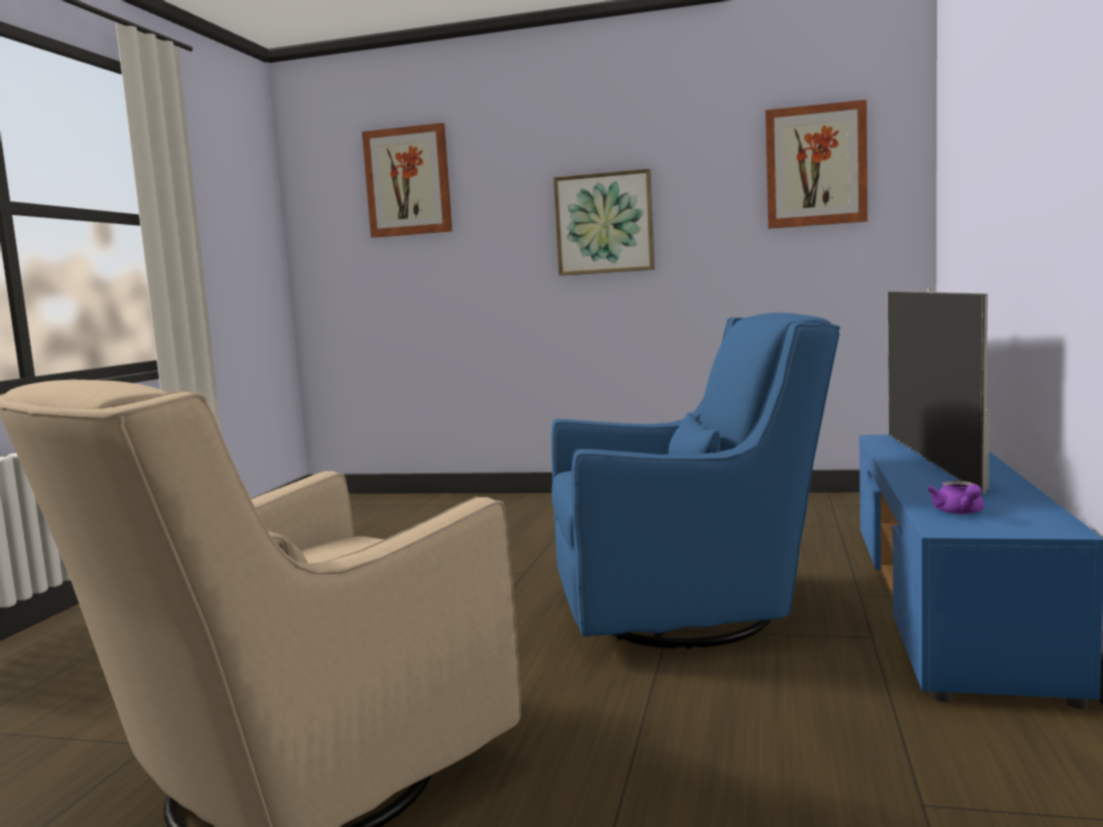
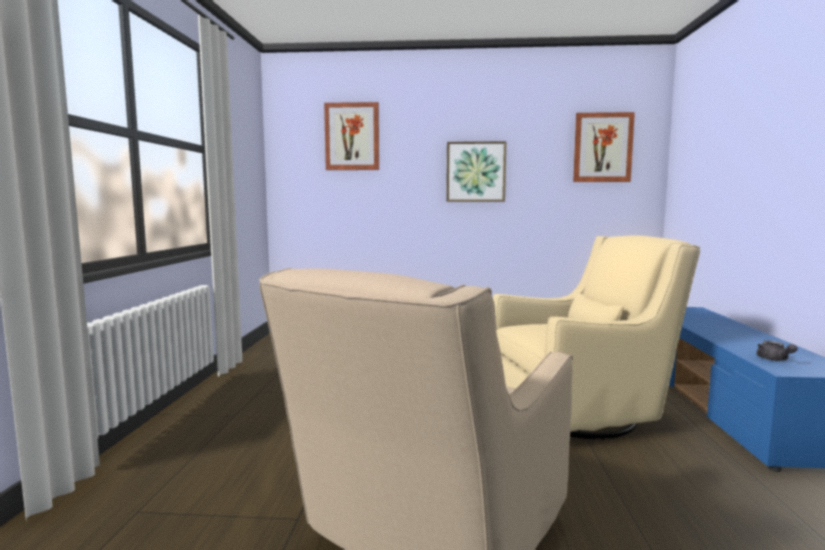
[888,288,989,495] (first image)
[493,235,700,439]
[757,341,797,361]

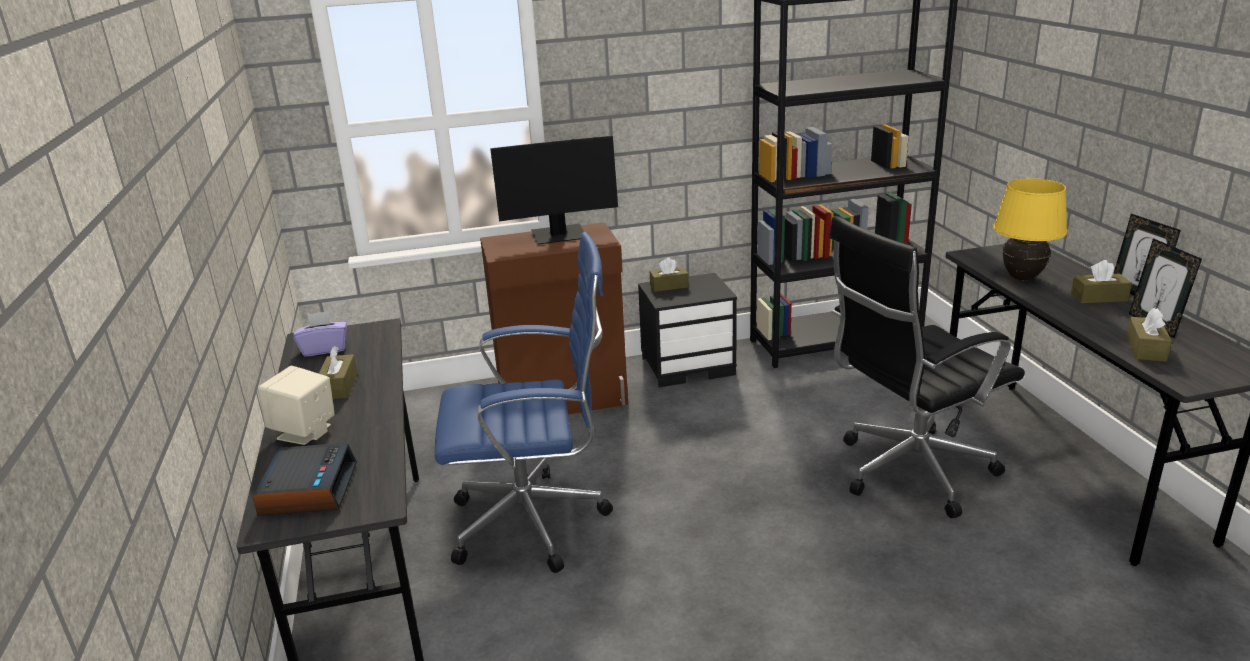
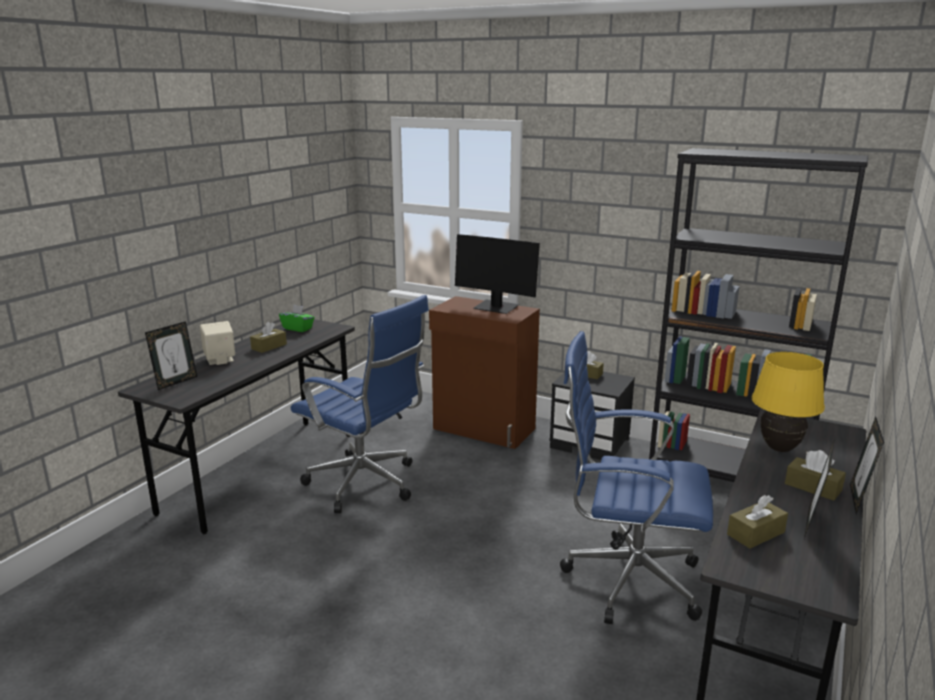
[560,331,713,624]
[279,304,315,332]
[145,321,197,390]

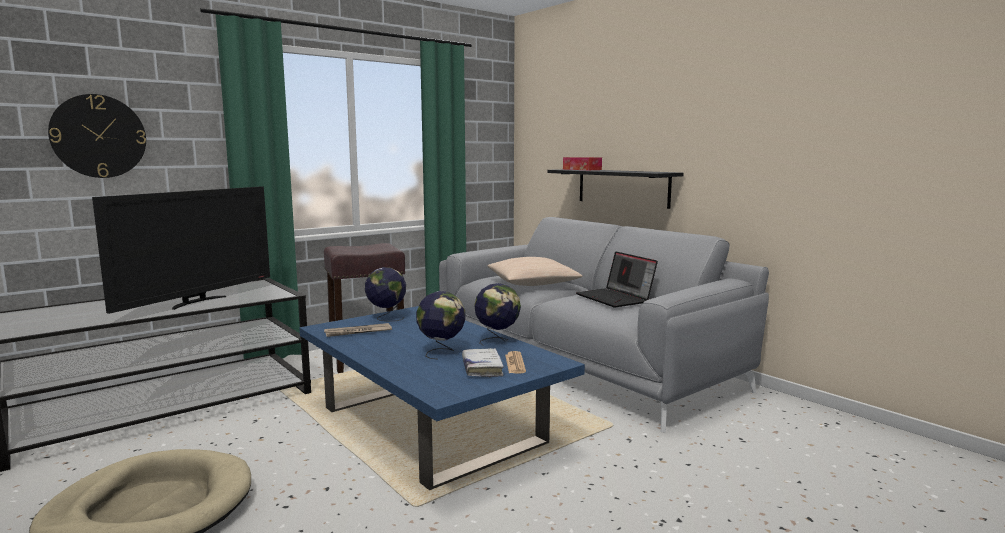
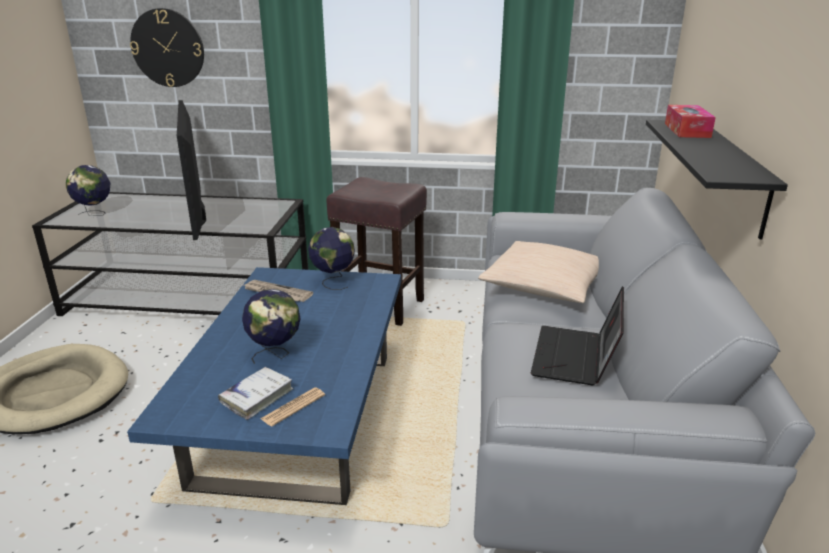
[177,100,206,240]
[66,165,110,216]

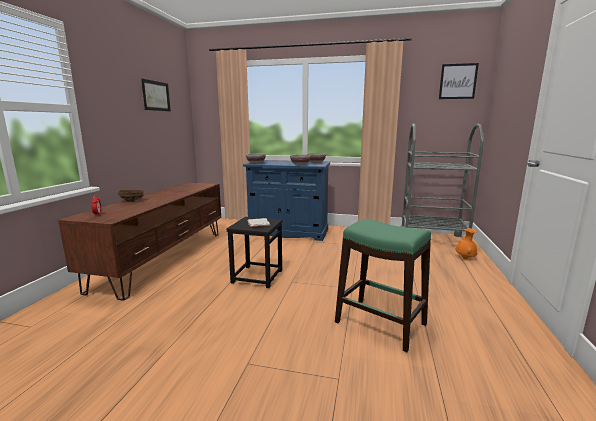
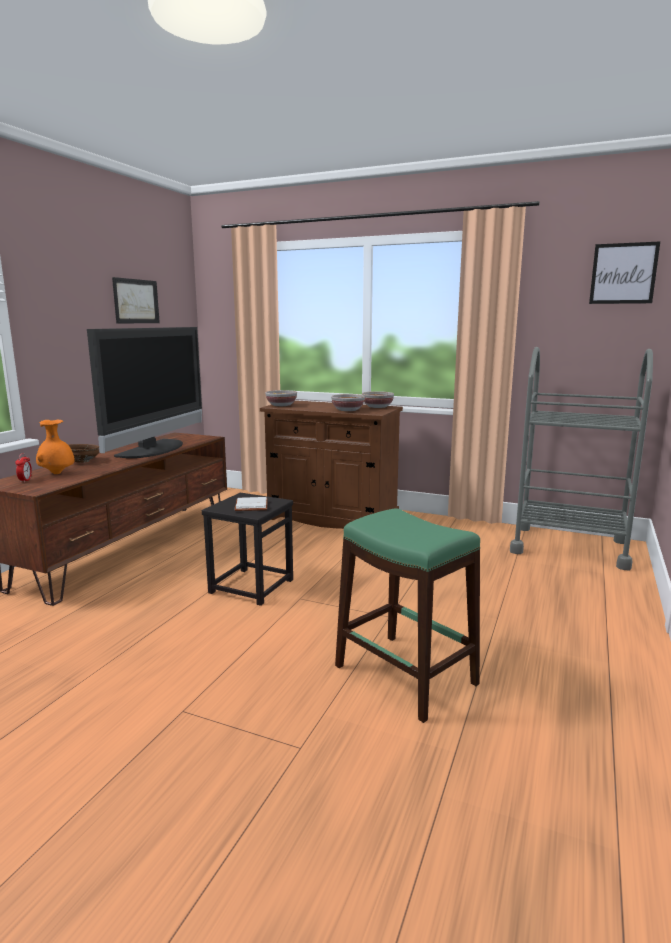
[260,400,403,529]
[36,420,75,474]
[87,327,202,458]

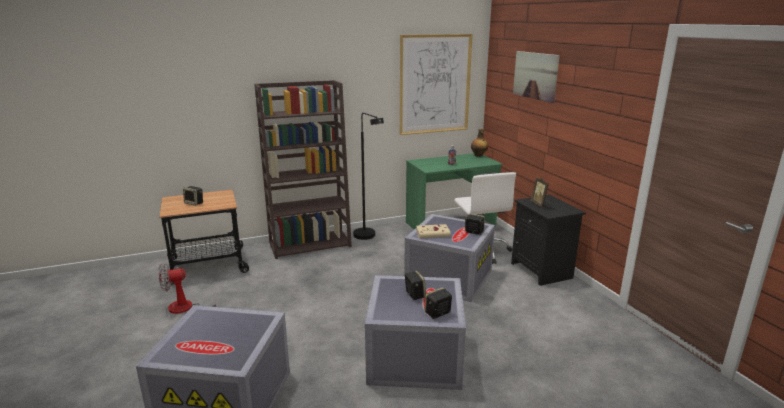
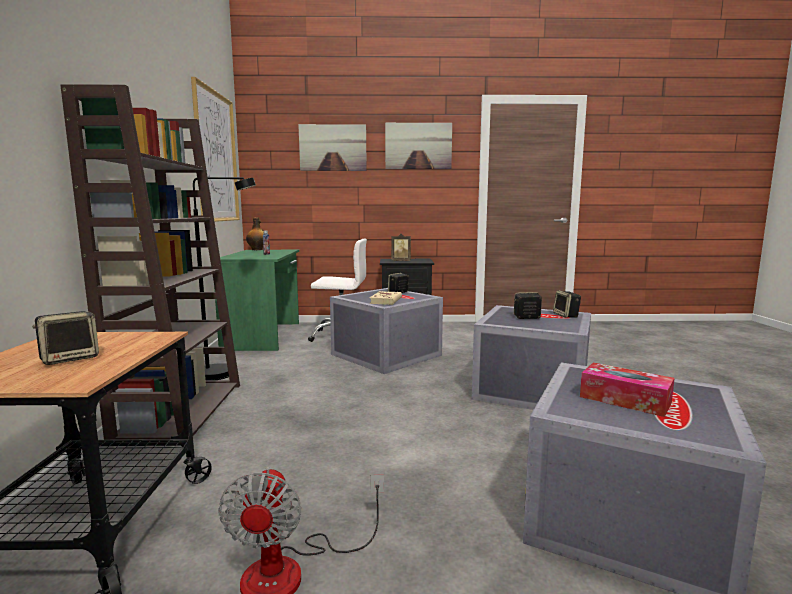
[385,123,452,169]
[580,363,675,417]

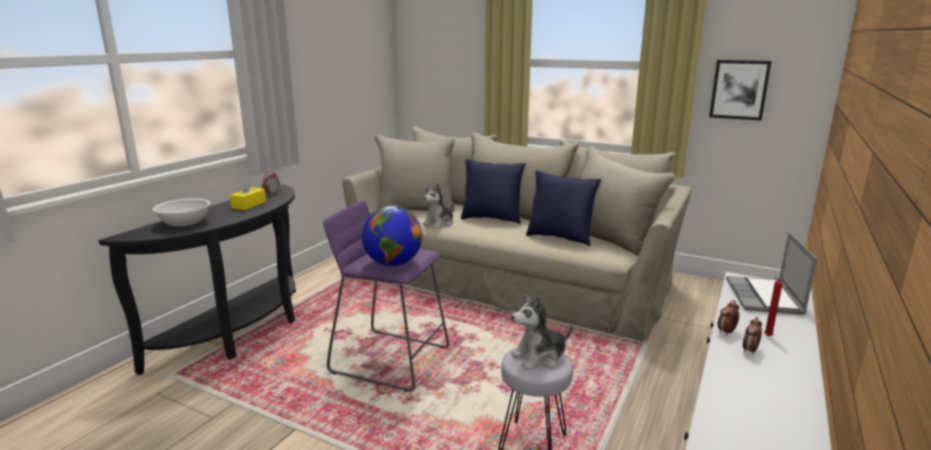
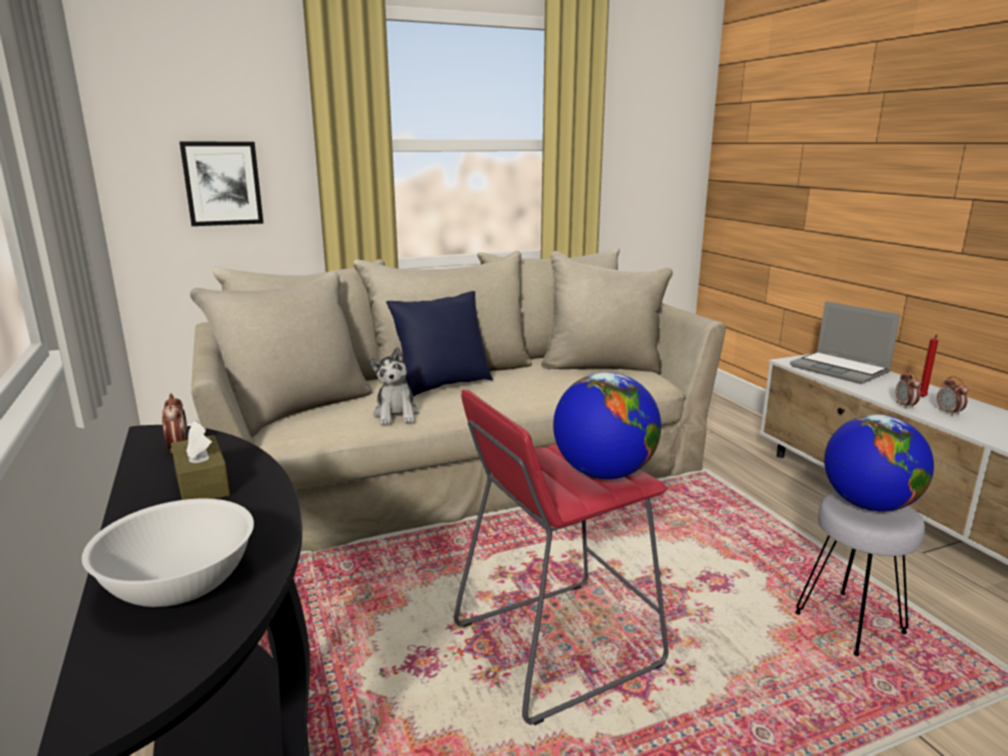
[180,142,264,226]
[526,170,602,246] (first image)
[171,421,230,500]
[454,390,669,725]
[824,414,934,511]

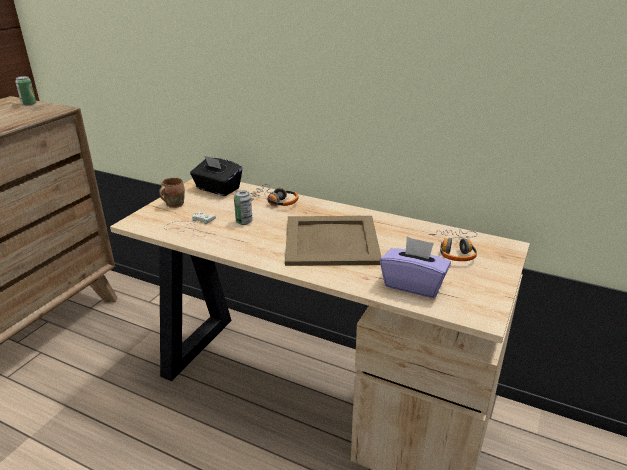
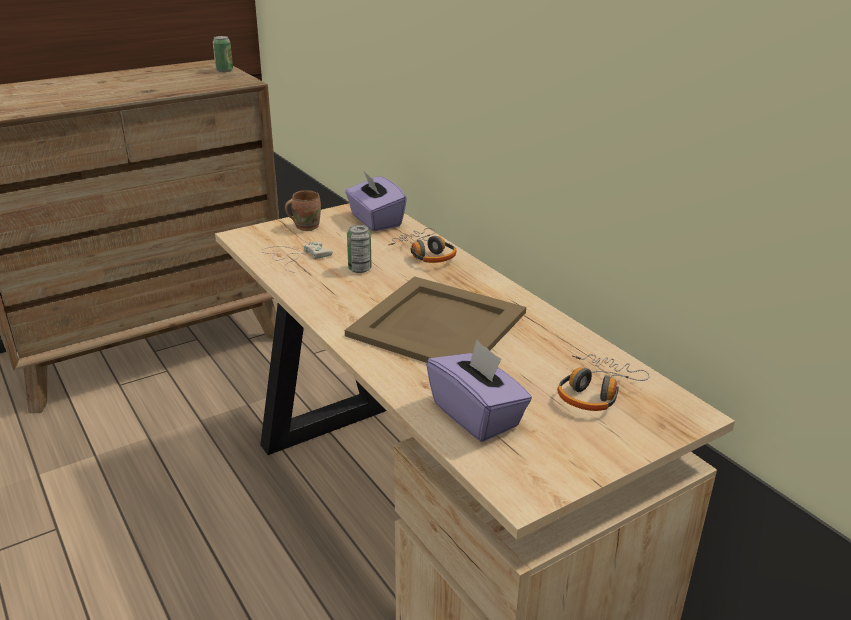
[345,170,407,231]

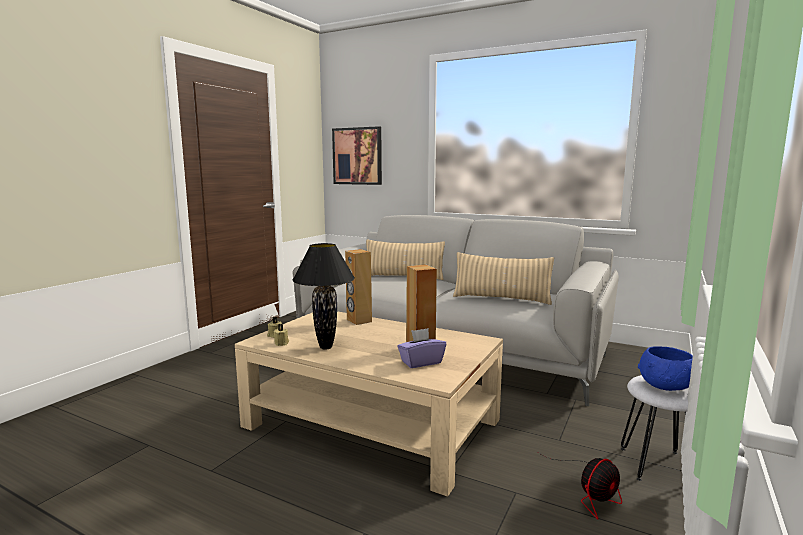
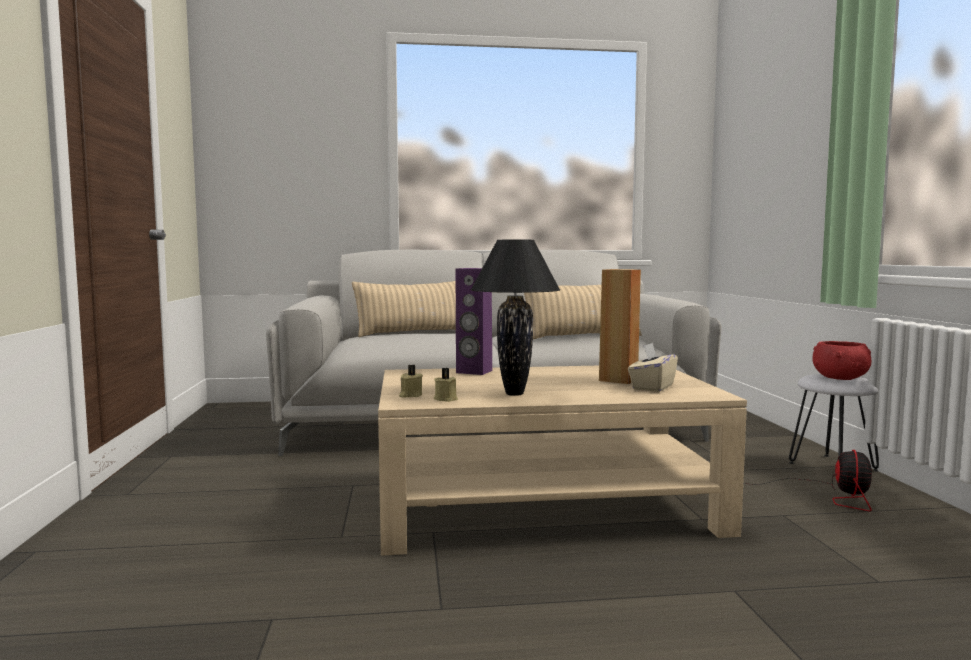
[332,126,382,185] (first image)
[456,268,492,375]
[628,343,678,392]
[812,341,871,380]

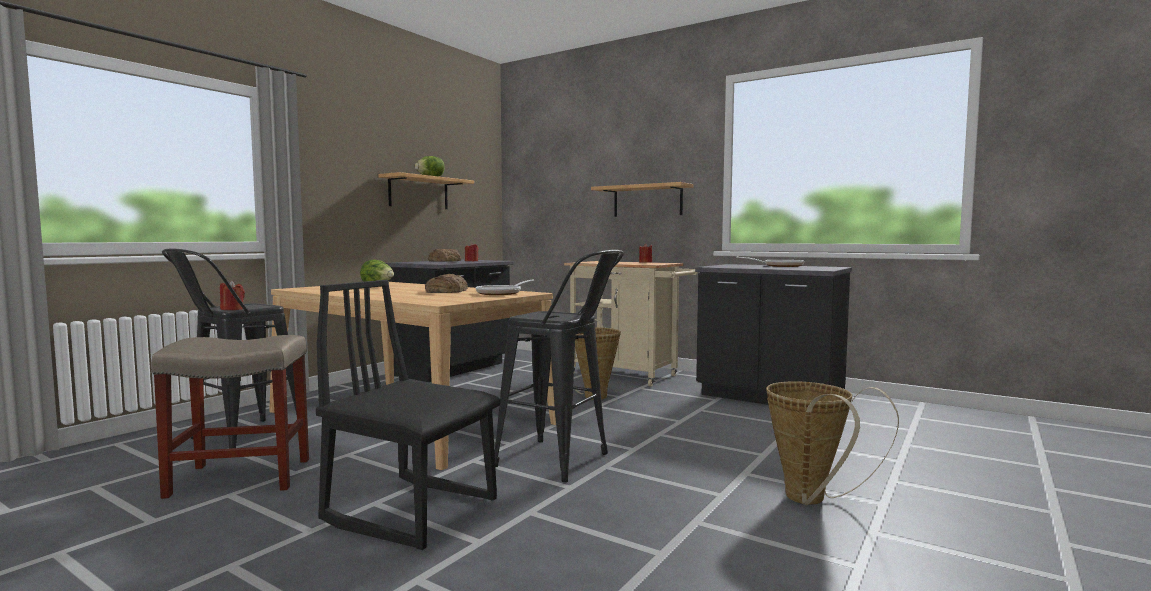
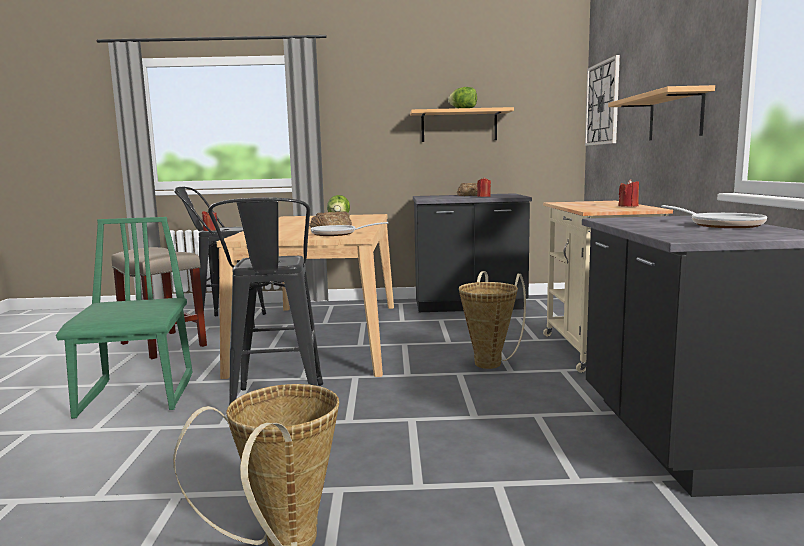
[56,217,193,419]
[585,55,620,146]

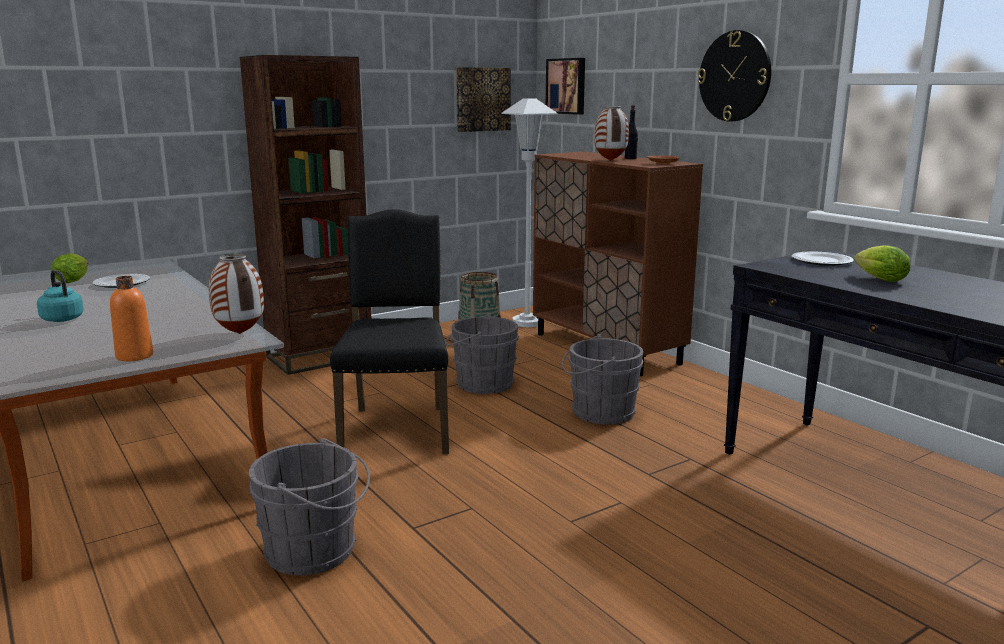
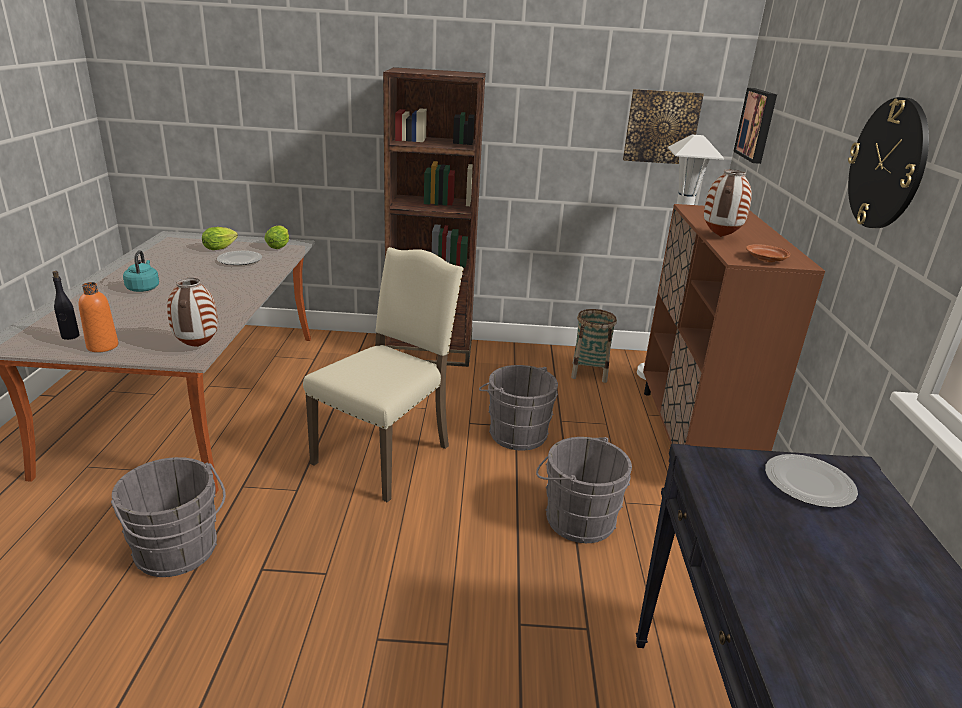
[52,271,80,340]
[303,247,464,502]
[264,225,289,249]

